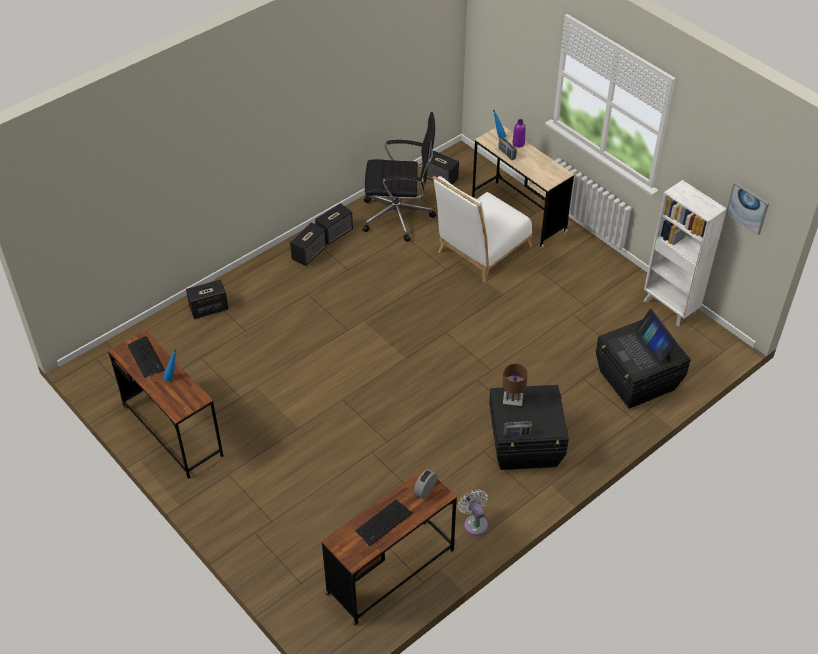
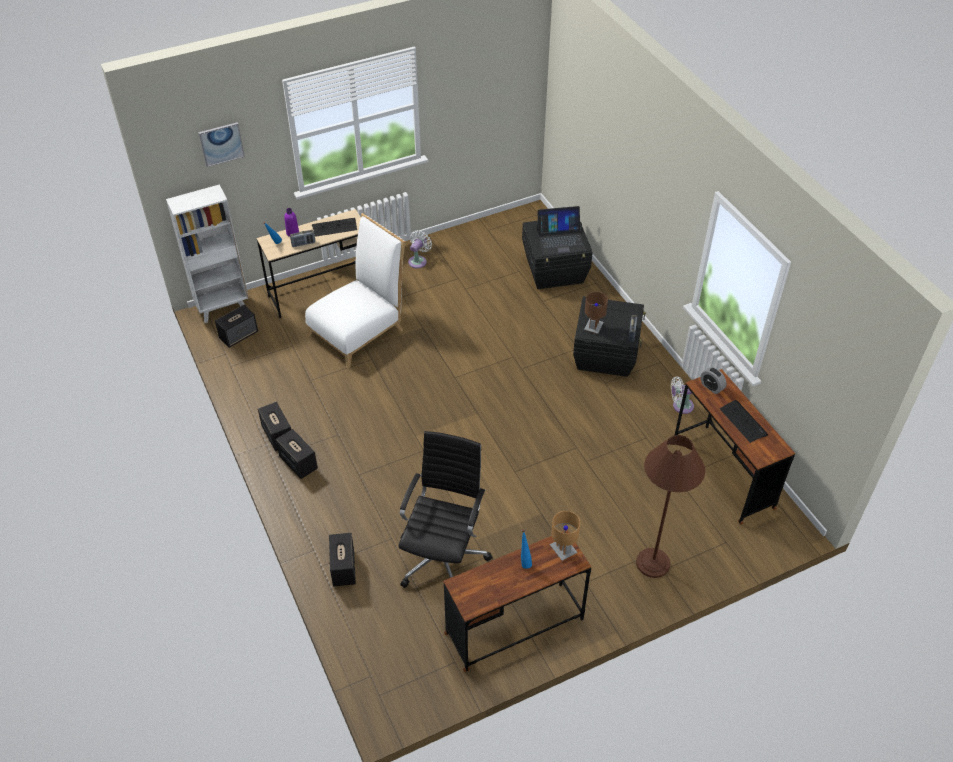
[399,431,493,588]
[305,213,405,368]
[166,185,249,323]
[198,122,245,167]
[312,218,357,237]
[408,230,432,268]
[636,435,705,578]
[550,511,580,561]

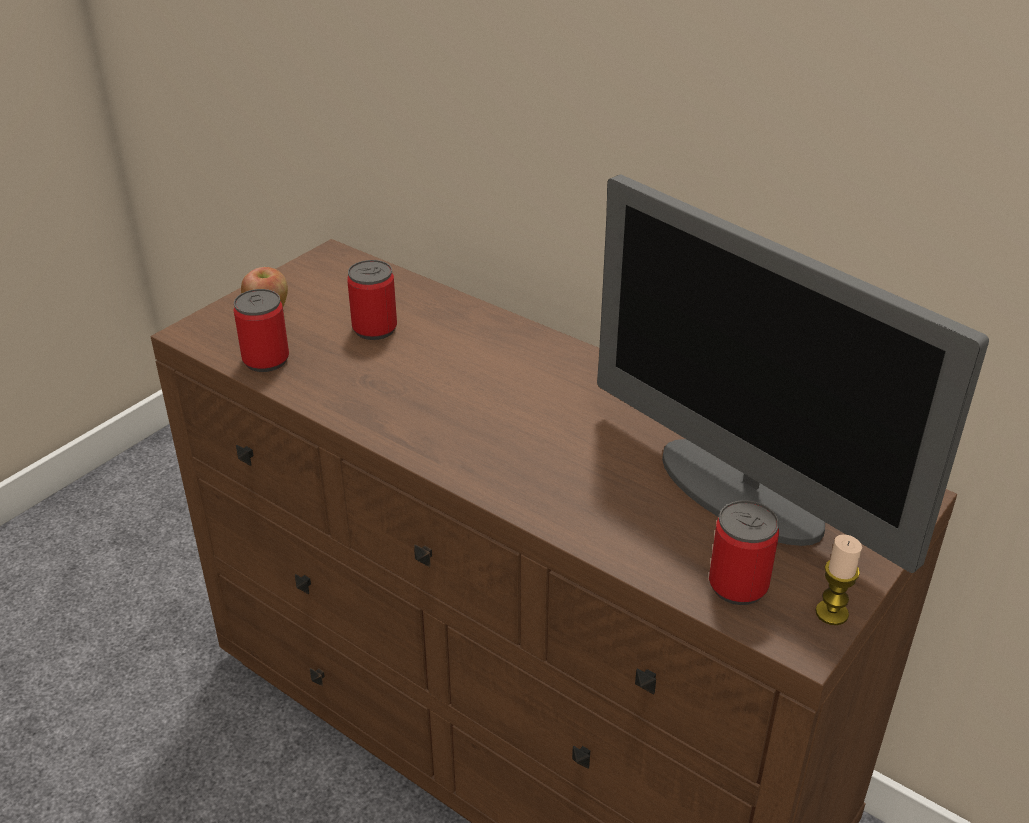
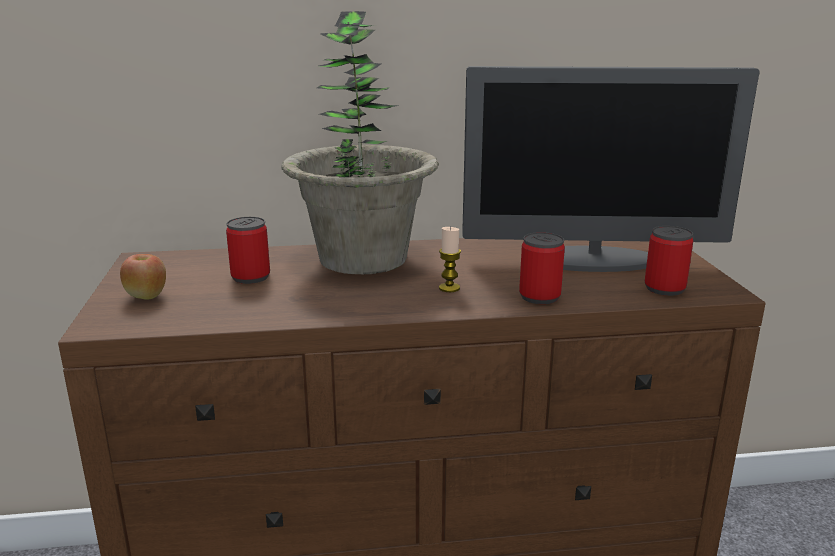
[519,232,565,304]
[439,227,461,292]
[281,11,439,274]

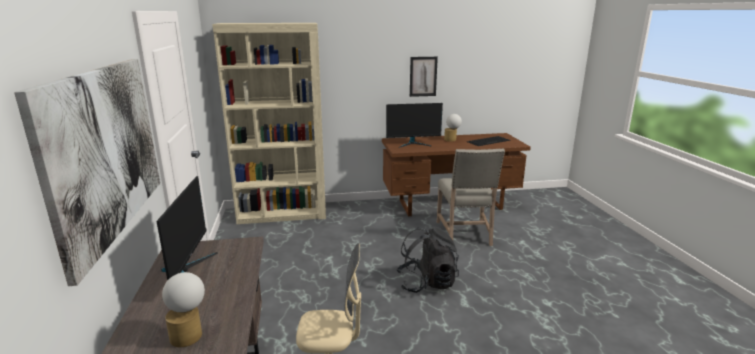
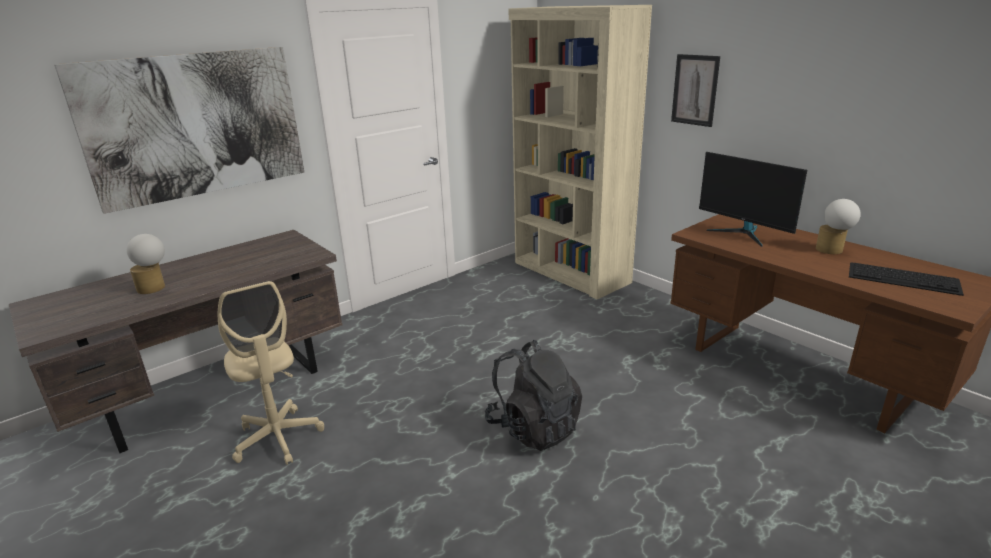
[671,54,720,127]
[437,149,505,246] (first image)
[157,176,218,281] (first image)

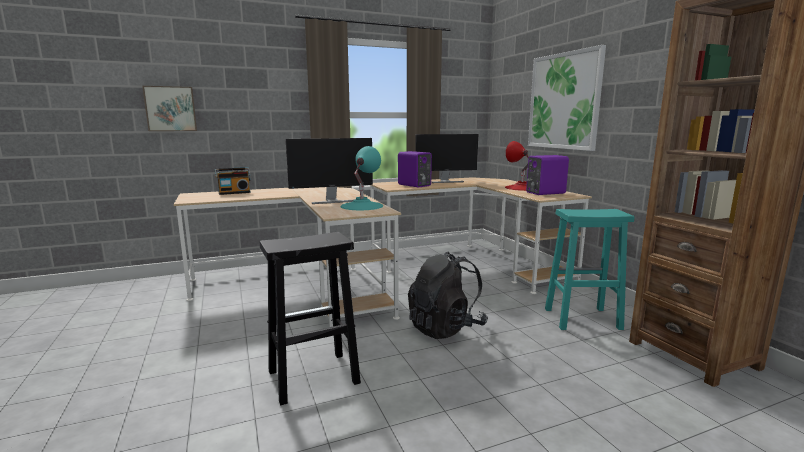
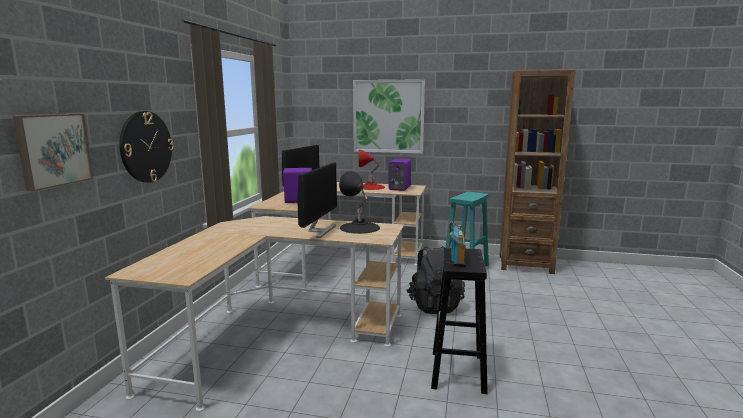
[339,171,380,234]
[449,221,466,267]
[119,111,174,183]

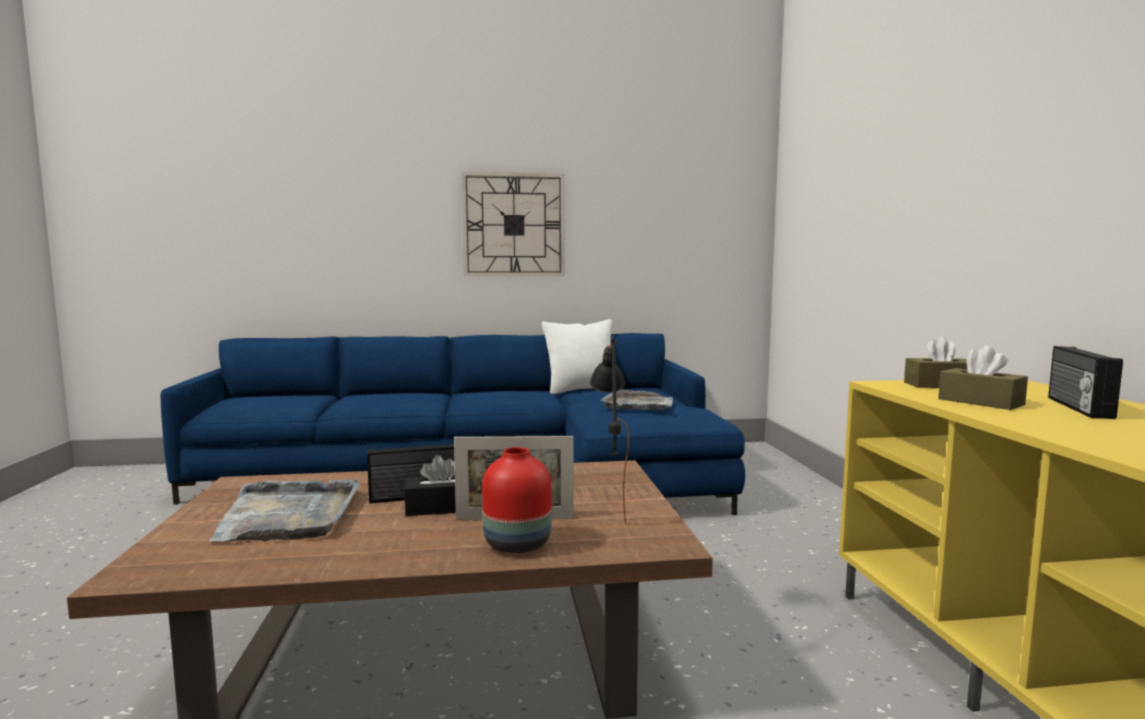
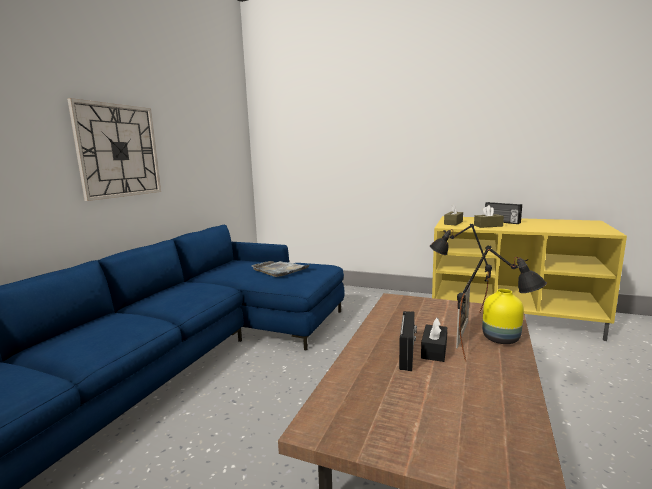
[542,319,612,394] (first image)
[482,289,524,344]
[209,479,360,541] (first image)
[457,245,547,359]

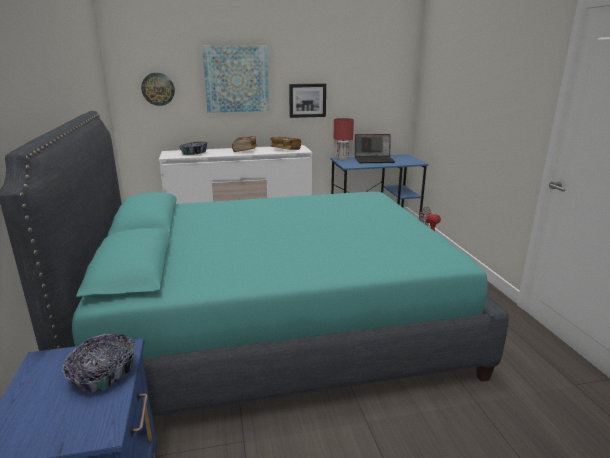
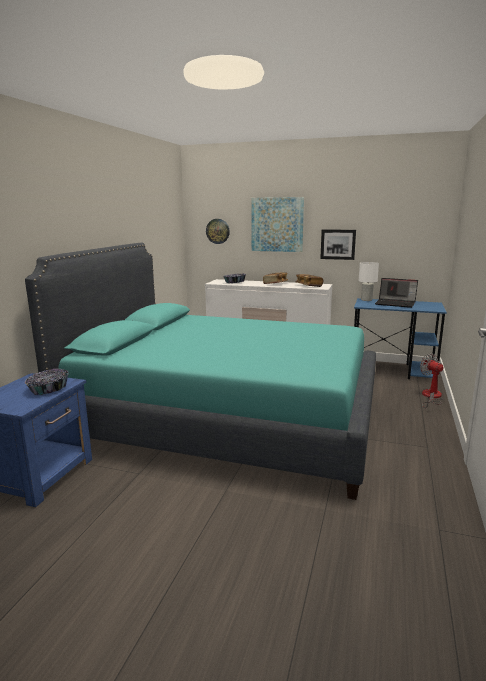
[359,262,379,301]

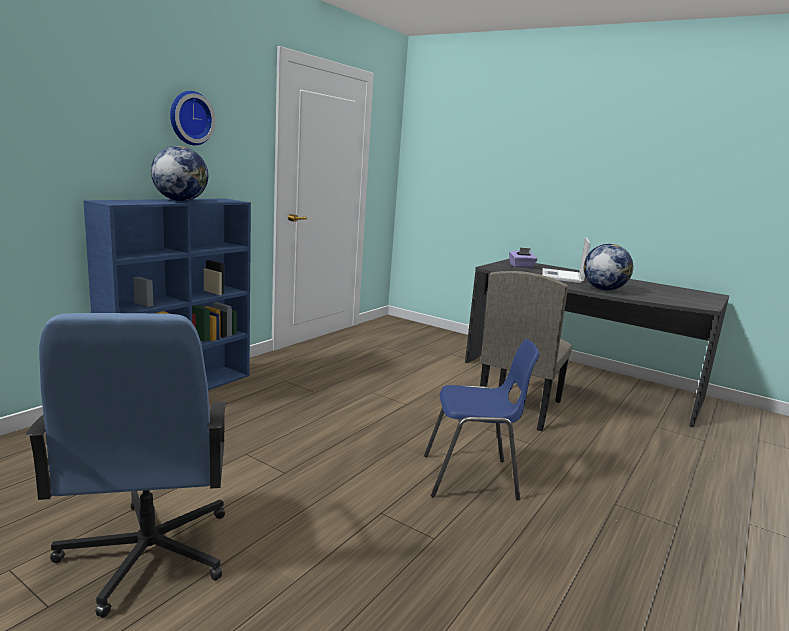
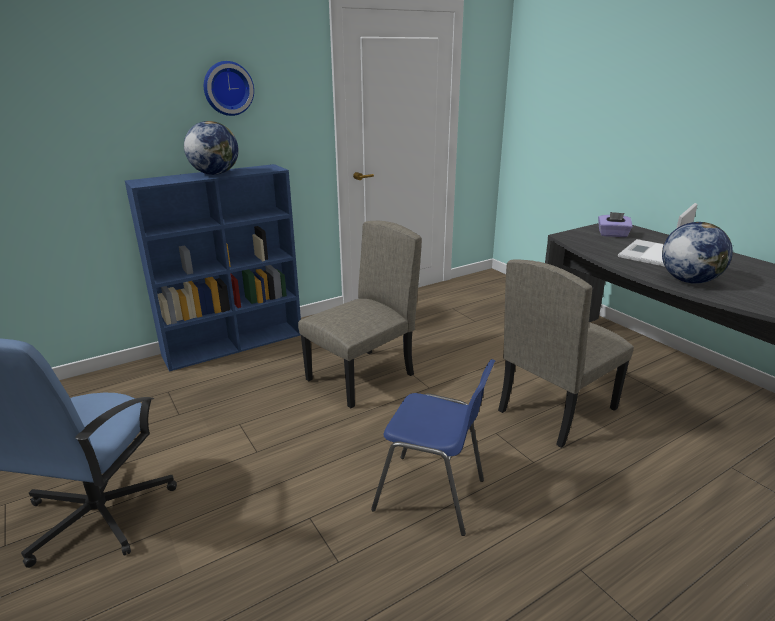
[298,221,422,408]

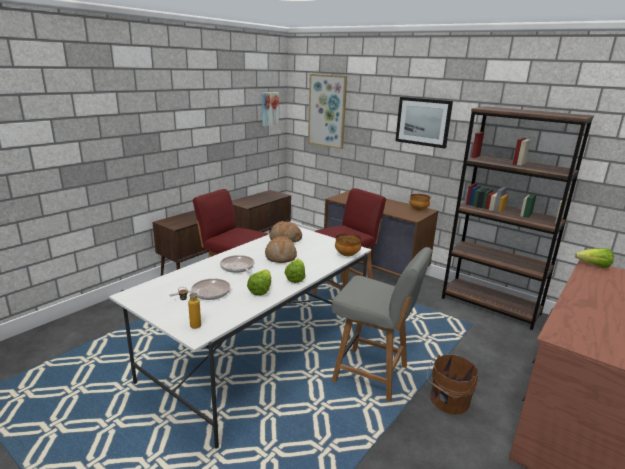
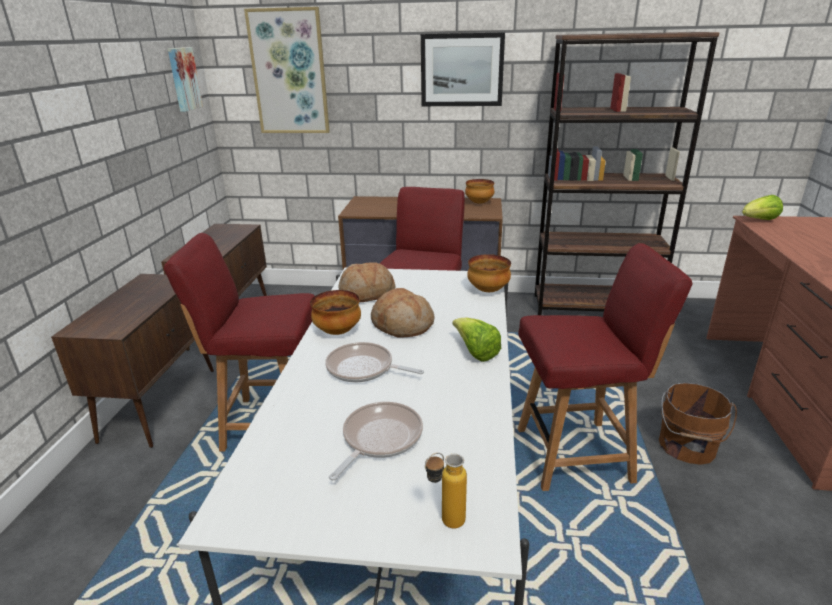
[518,243,693,491]
[247,269,271,296] (first image)
[310,290,361,335]

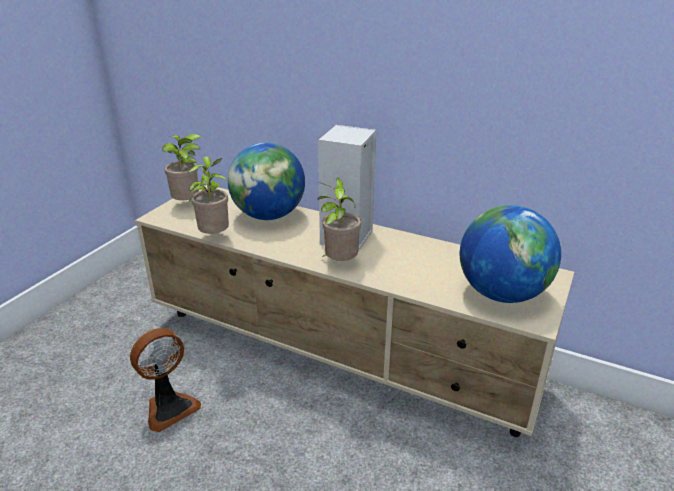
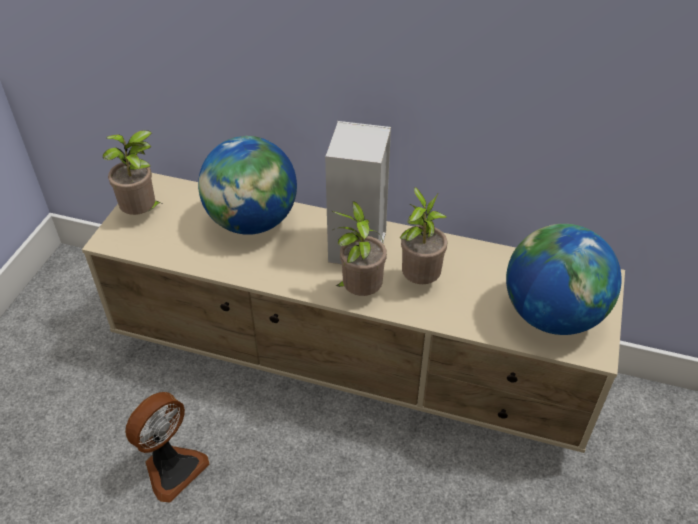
[400,187,447,284]

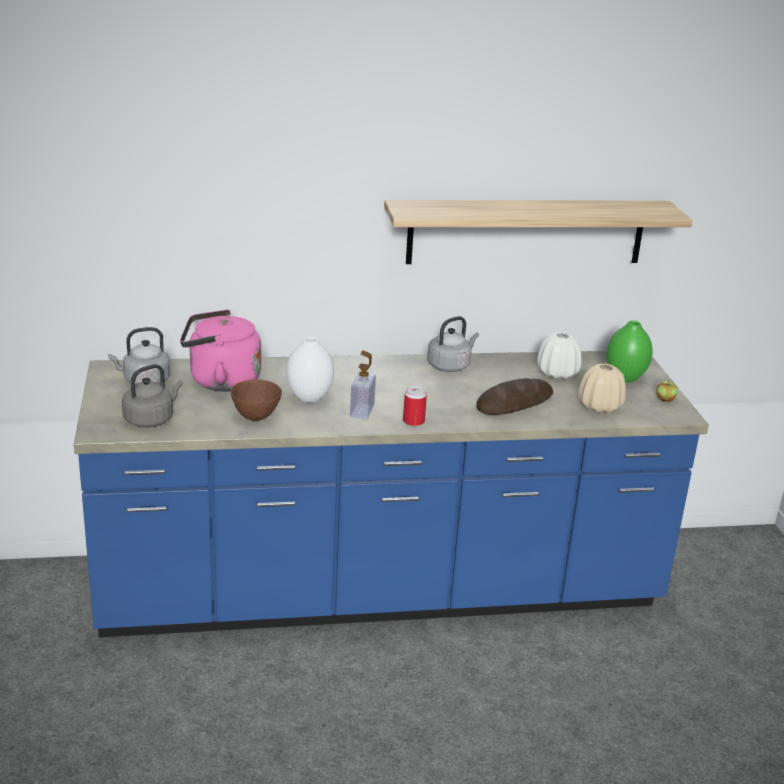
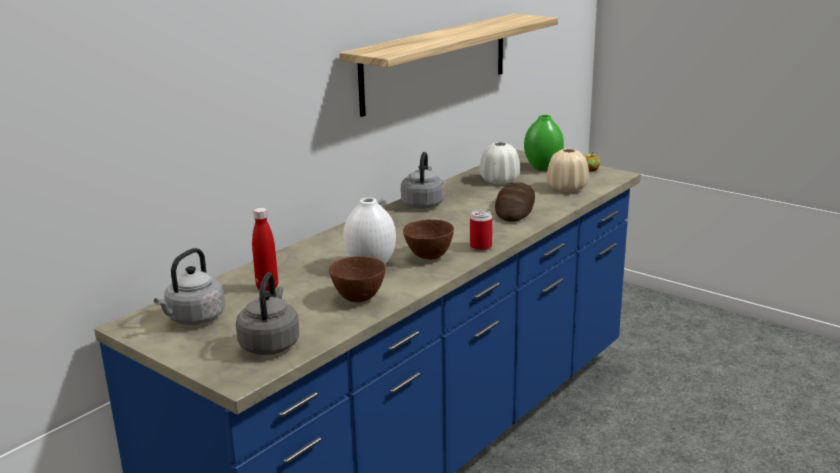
[252,208,278,291]
[403,219,454,260]

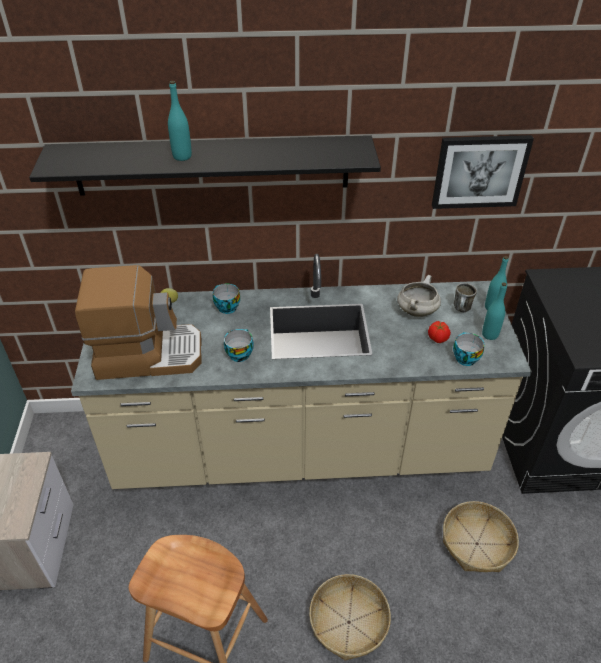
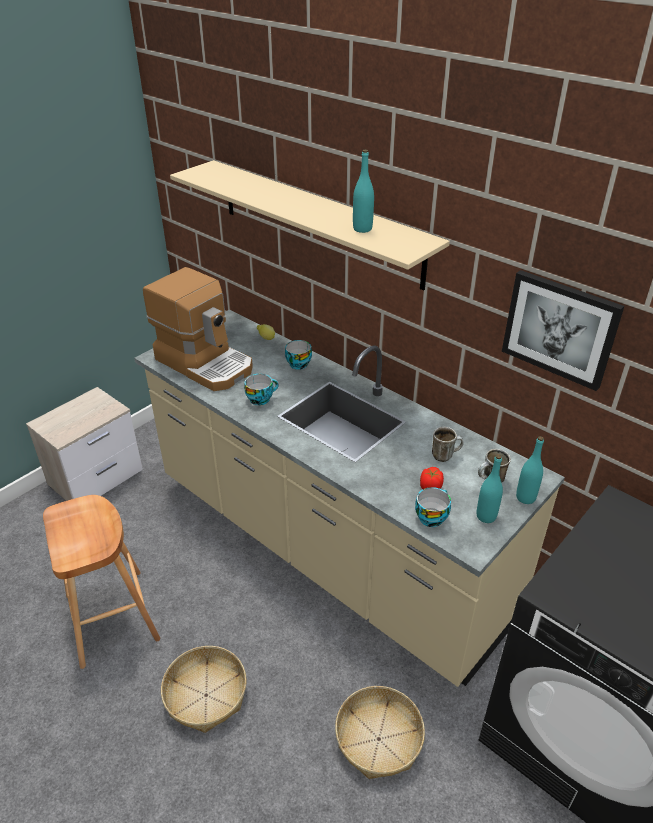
[353,150,374,233]
[170,160,450,290]
[432,427,464,462]

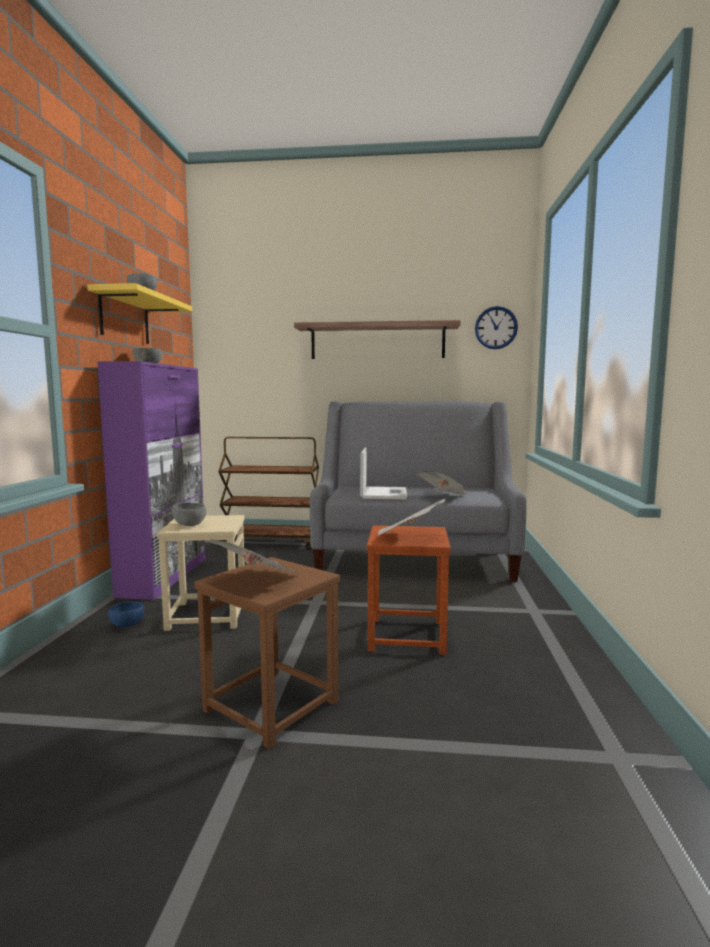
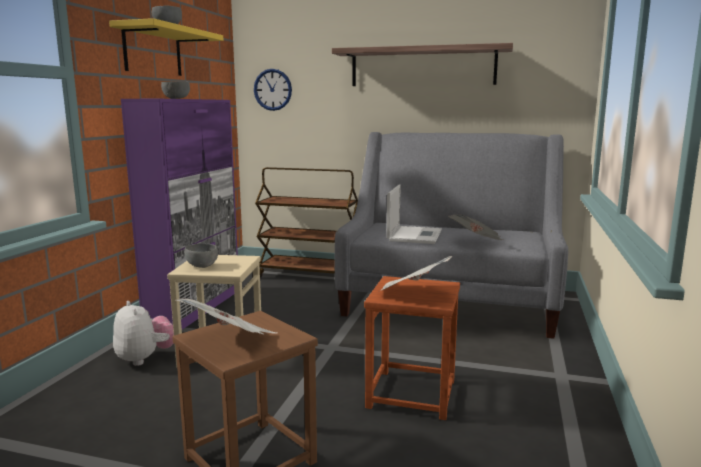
[254,69,292,111]
[113,301,174,366]

